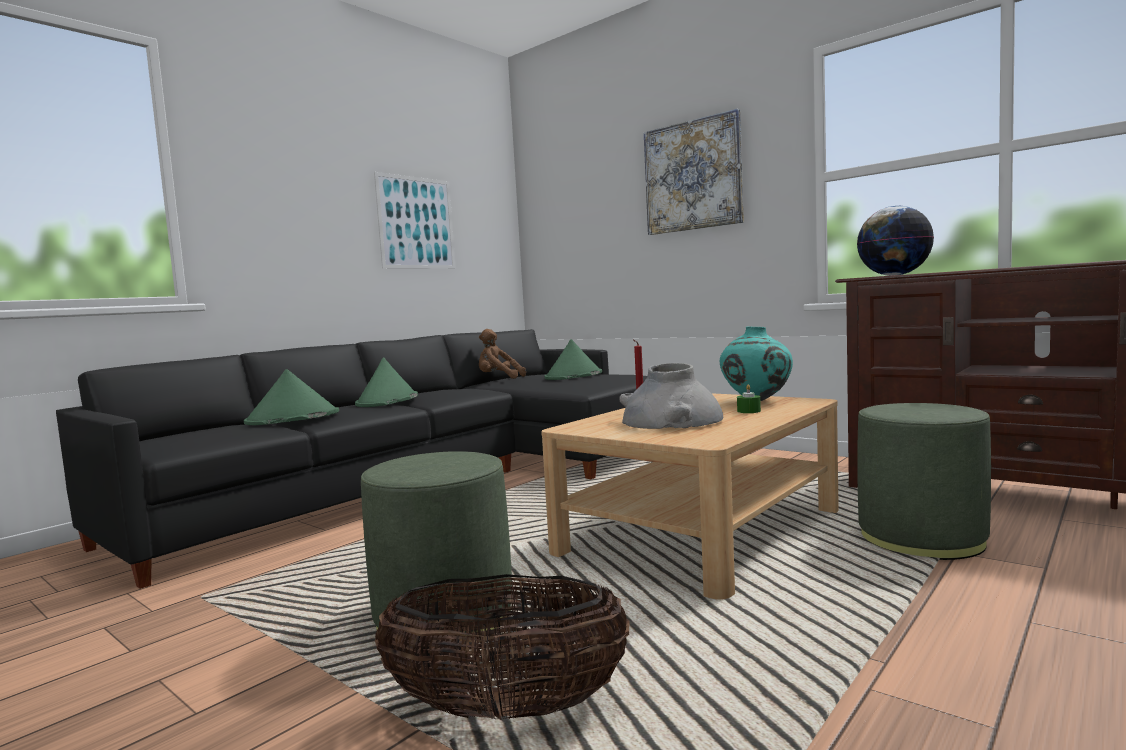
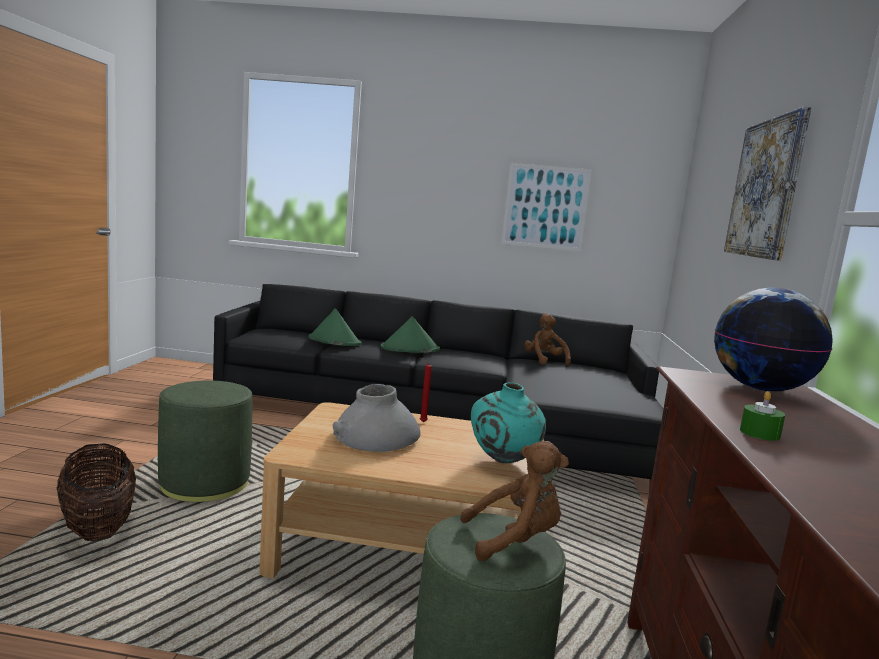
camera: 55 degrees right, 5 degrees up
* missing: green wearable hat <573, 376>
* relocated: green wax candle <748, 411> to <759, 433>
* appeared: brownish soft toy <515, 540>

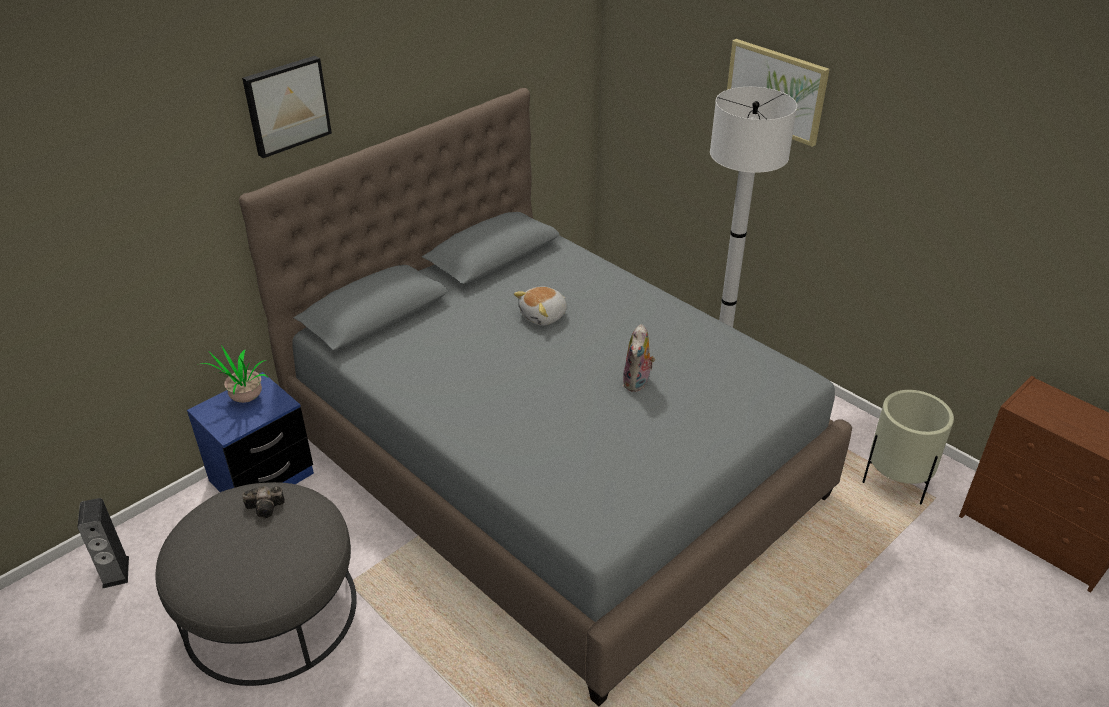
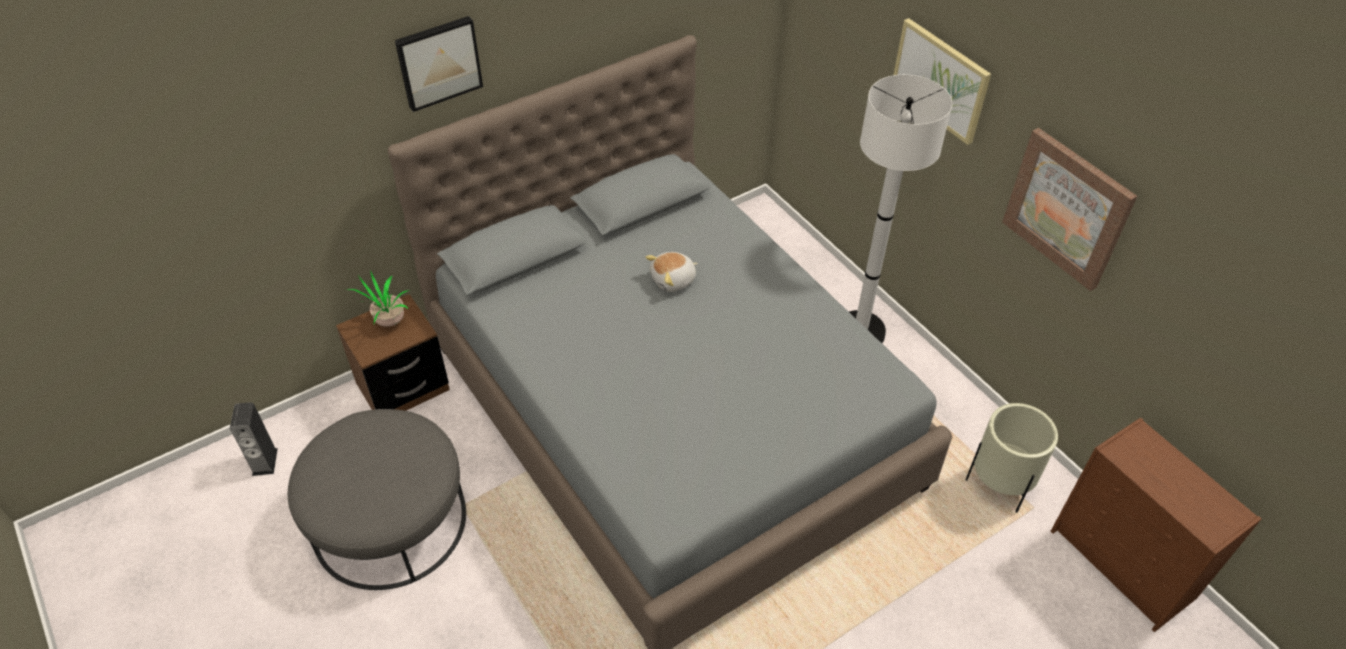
camera: 10 degrees right, 10 degrees up
* missing: soft toy <637, 383>
* colour: blue-coloured nightstand <262, 478> to brownish nightstand <403, 387>
* missing: photo camera <267, 508>
* appeared: picture <1067, 208>

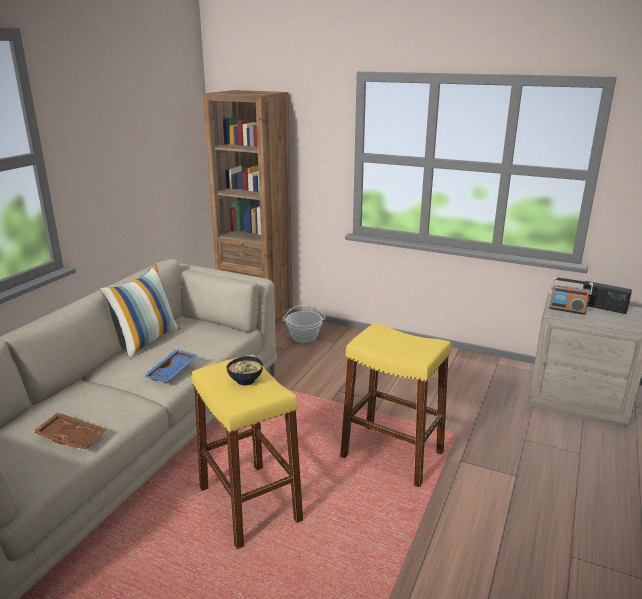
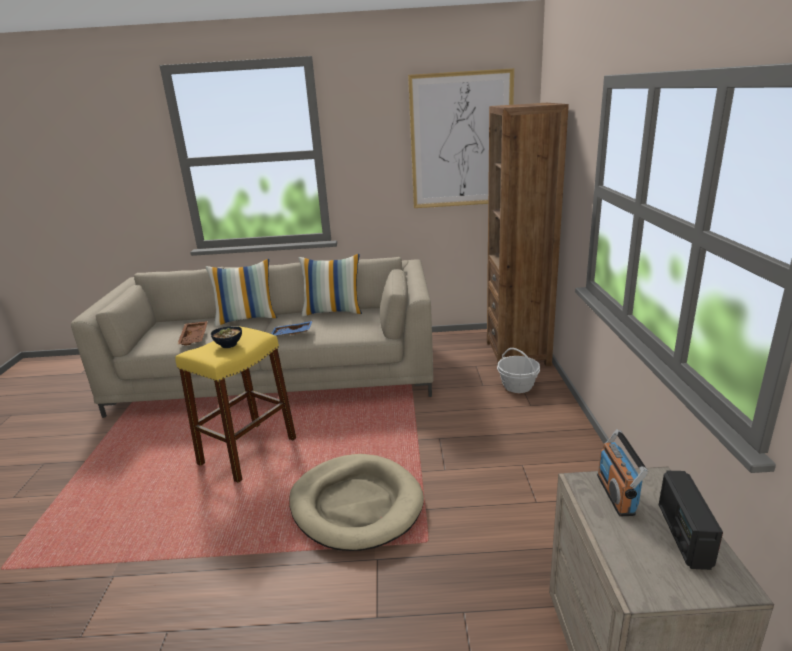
camera: 65 degrees right, 0 degrees up
* exchanged: yellow-coloured sitting stool <392, 454> to beige-coloured pet bed <356, 505>
* appeared: picture <461, 141>
* appeared: cushion <246, 318>

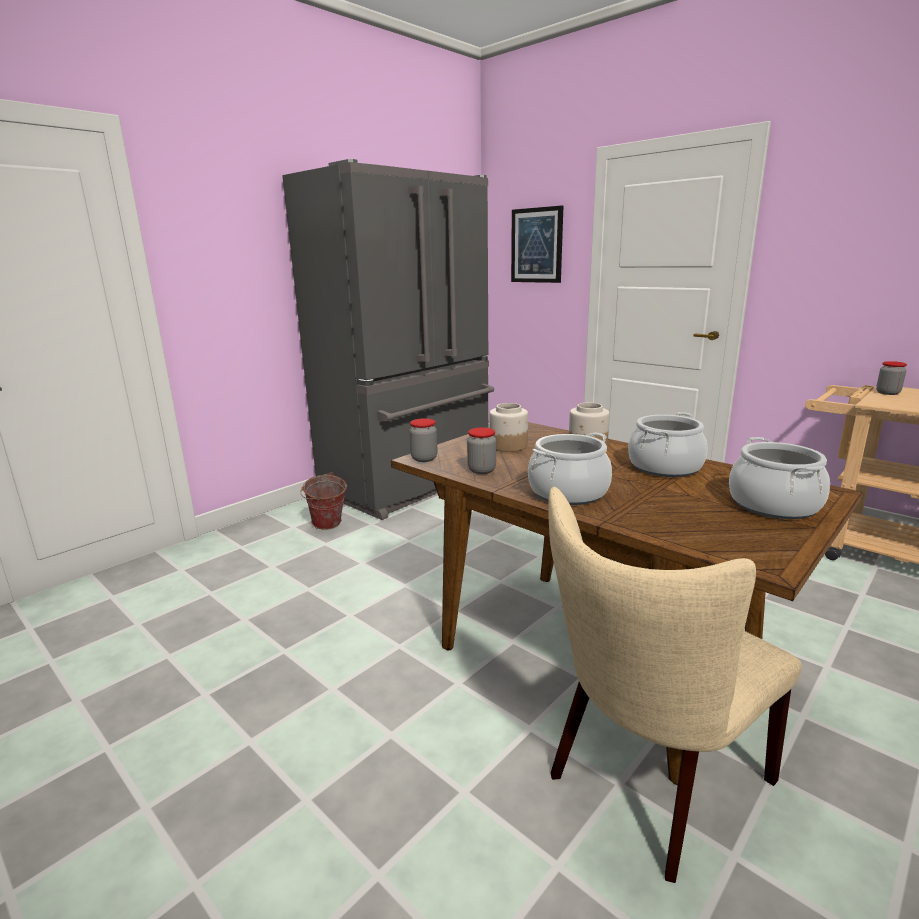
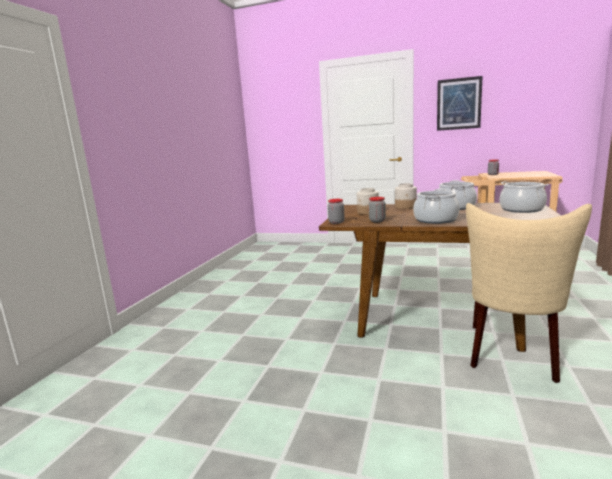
camera: 25 degrees left, 5 degrees down
* missing: grey fridge <411, 484>
* relocated: picture <537, 245> to <458, 104>
* missing: water bucket <327, 526>

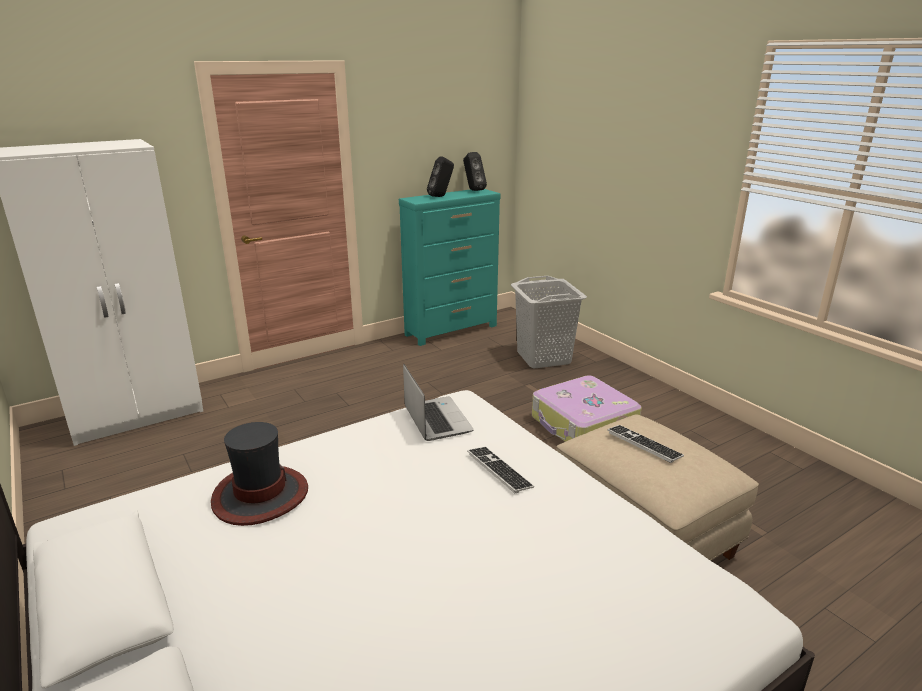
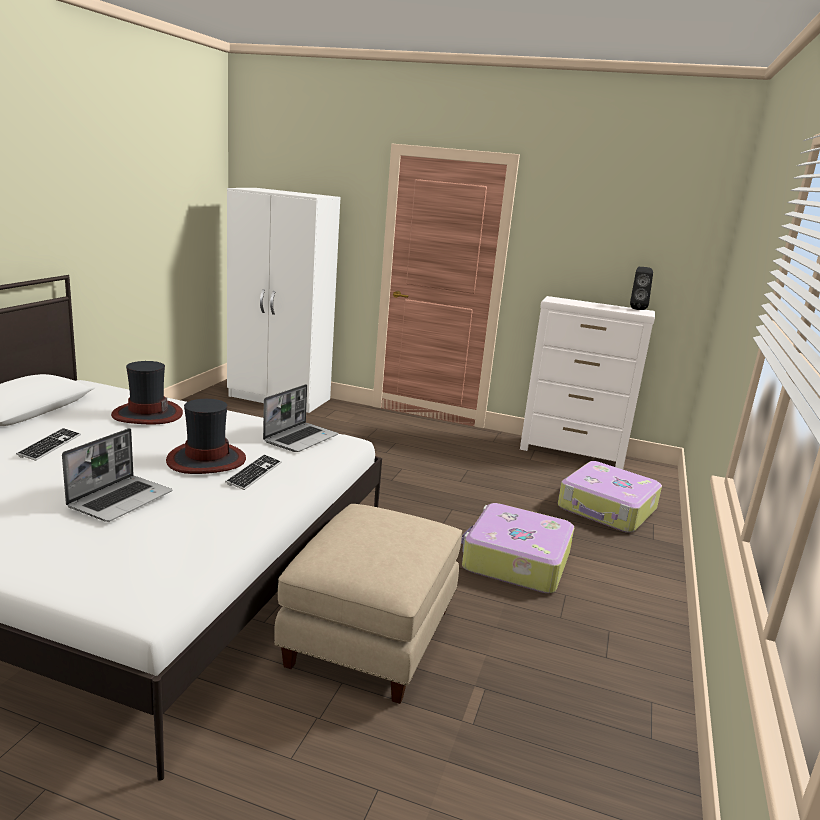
camera: 50 degrees right, 5 degrees down
* missing: blackish speaker <441, 196>
* colour: turquoise-coloured dresser <452, 330> to white-coloured dresser <573, 454>
* exchanged: grey washing basket <544, 357> to travel case <607, 509>
* relocated: keyboard <644, 444> to <50, 446>
* appeared: wearable hat <206, 460>
* appeared: notebook computer <121, 499>

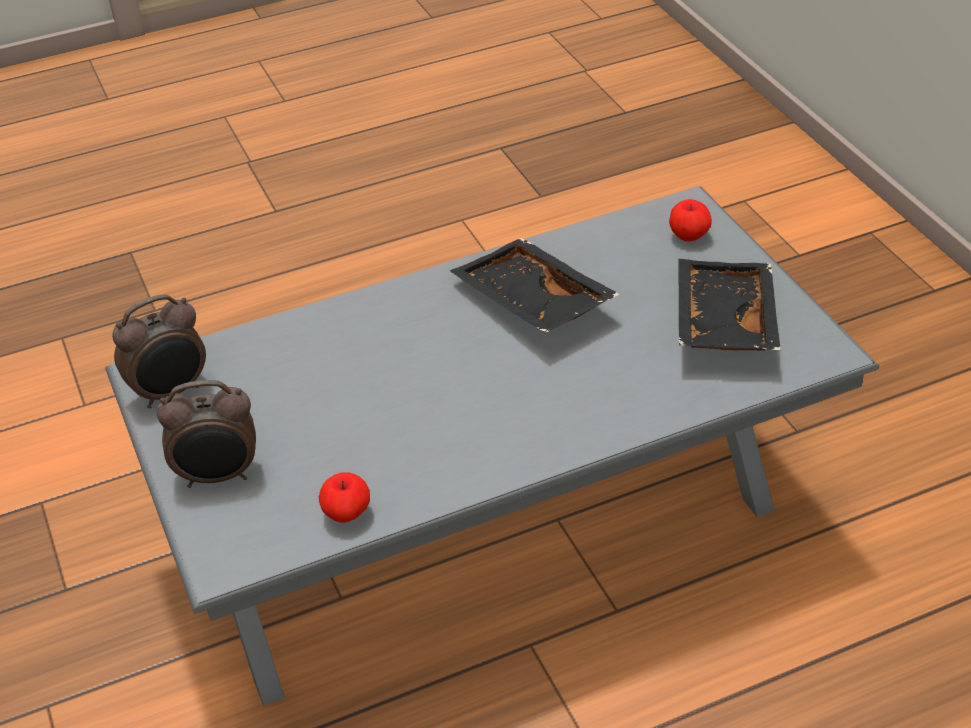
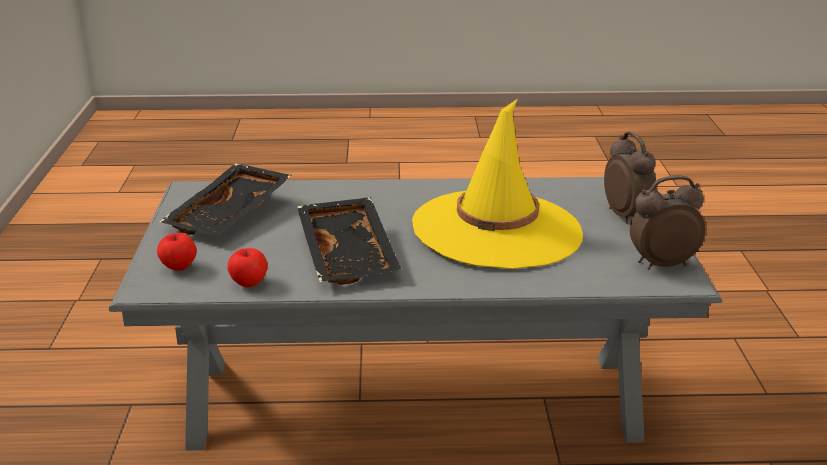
camera: 160 degrees left, 15 degrees down
* spun: table clock <218, 476> = <627, 216> 60 degrees clockwise
* relocated: apple fruit <346, 514> to <249, 283>
* appeared: yellow-coloured wearable hat <497, 230>

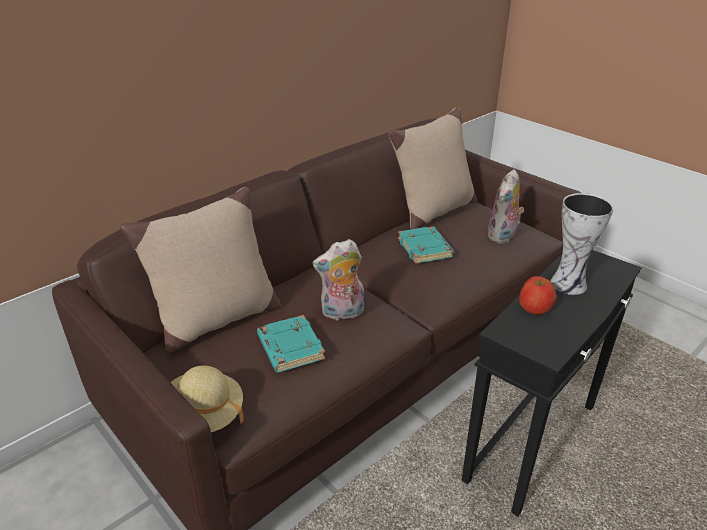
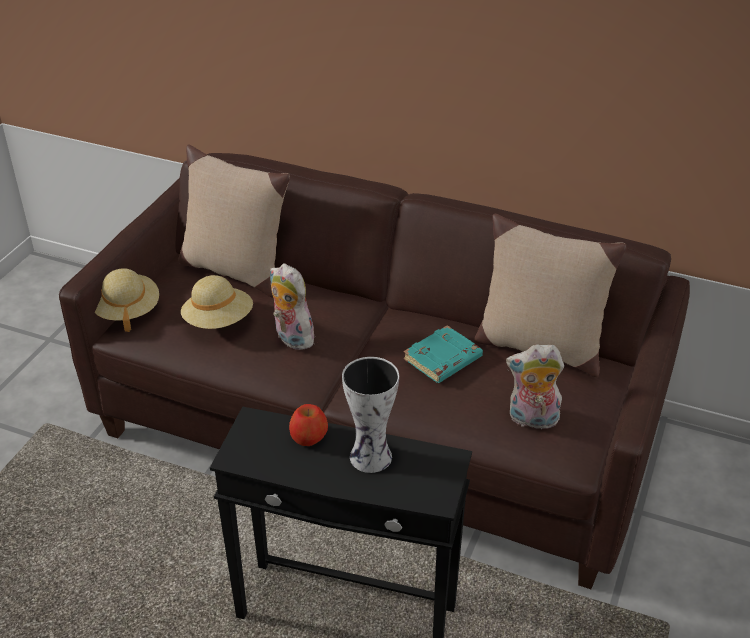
camera: 65 degrees right, 5 degrees up
* exchanged: turquoise-coloured book <289, 347> to beige-coloured wearable hat <218, 321>

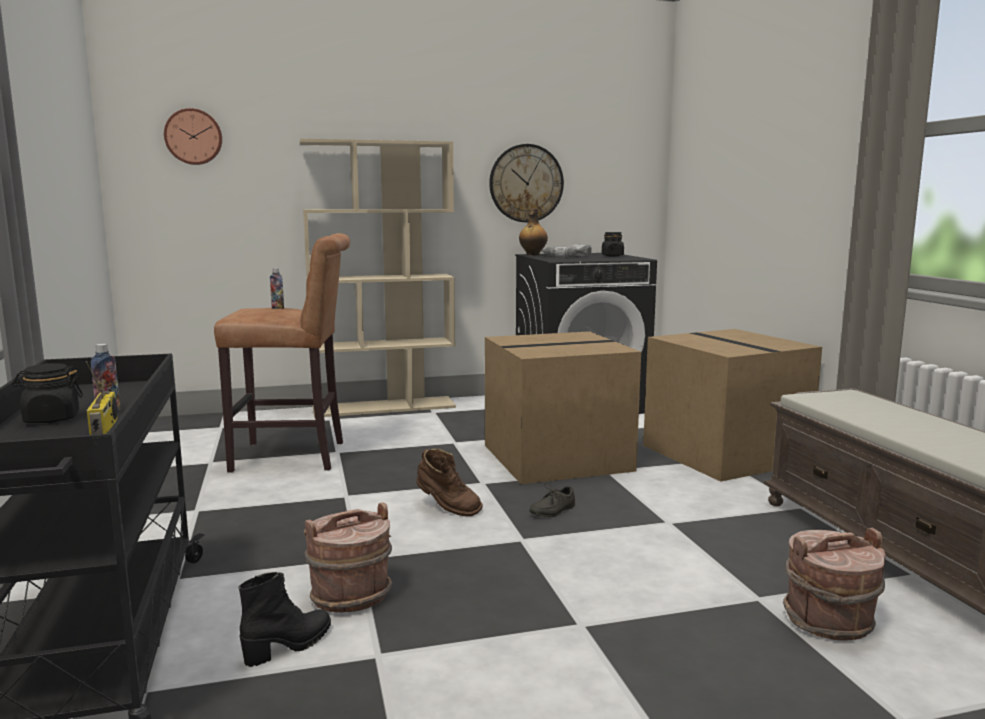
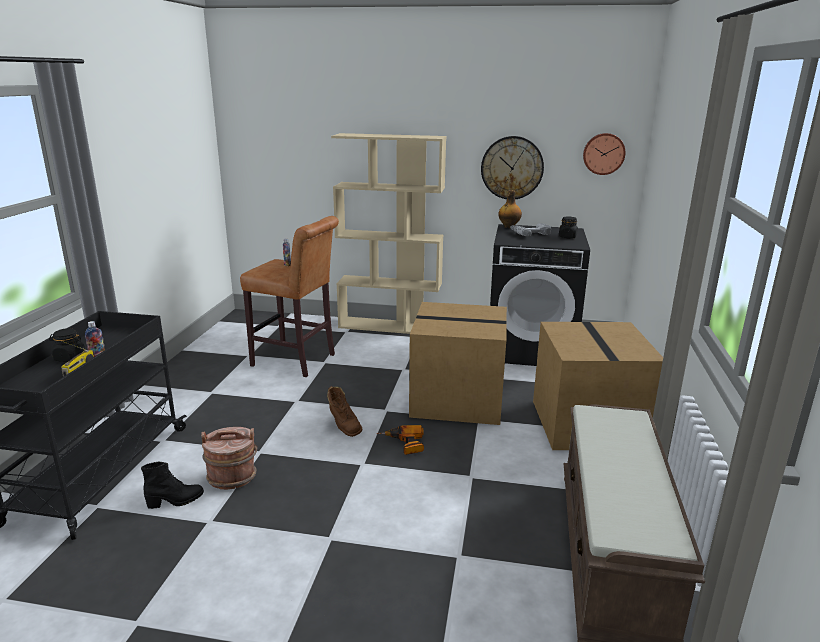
camera: 25 degrees right, 10 degrees up
* relocated: clock on the wall <193, 137> to <603, 153>
* exchanged: grey item of footwear <551, 510> to electric drill <404, 445>
* missing: brownish water bucket <829, 621>

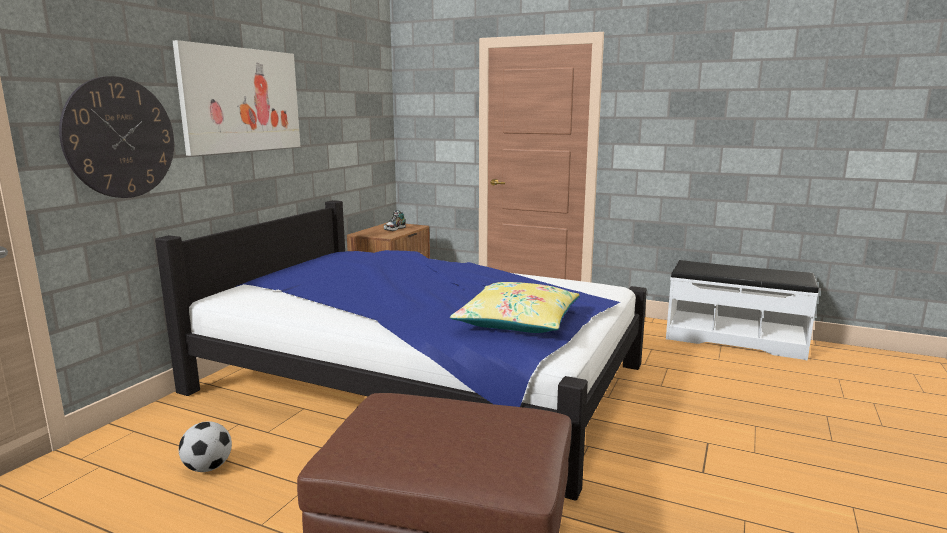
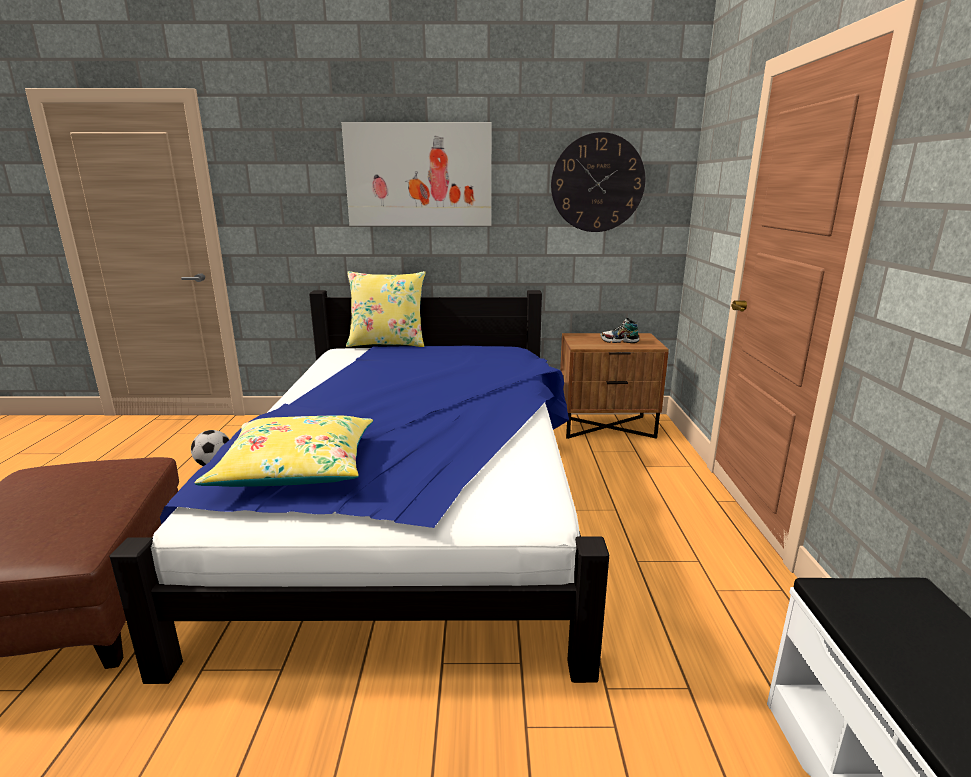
camera: 65 degrees right, 5 degrees up
* relocated: clock on the wall <120, 138> to <597, 183>
* appeared: yellow-coloured cushion <387, 343>

